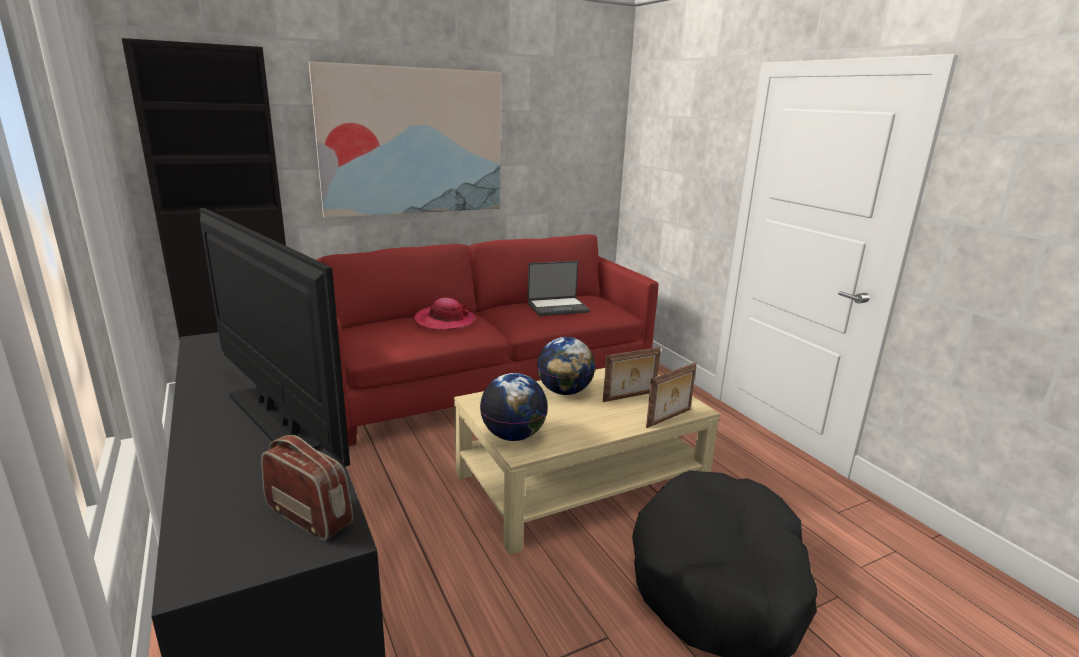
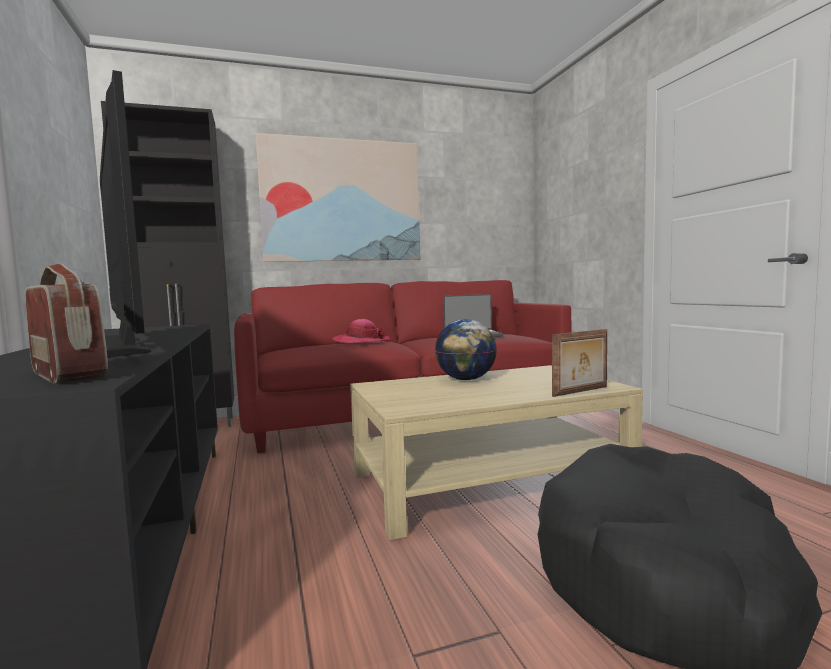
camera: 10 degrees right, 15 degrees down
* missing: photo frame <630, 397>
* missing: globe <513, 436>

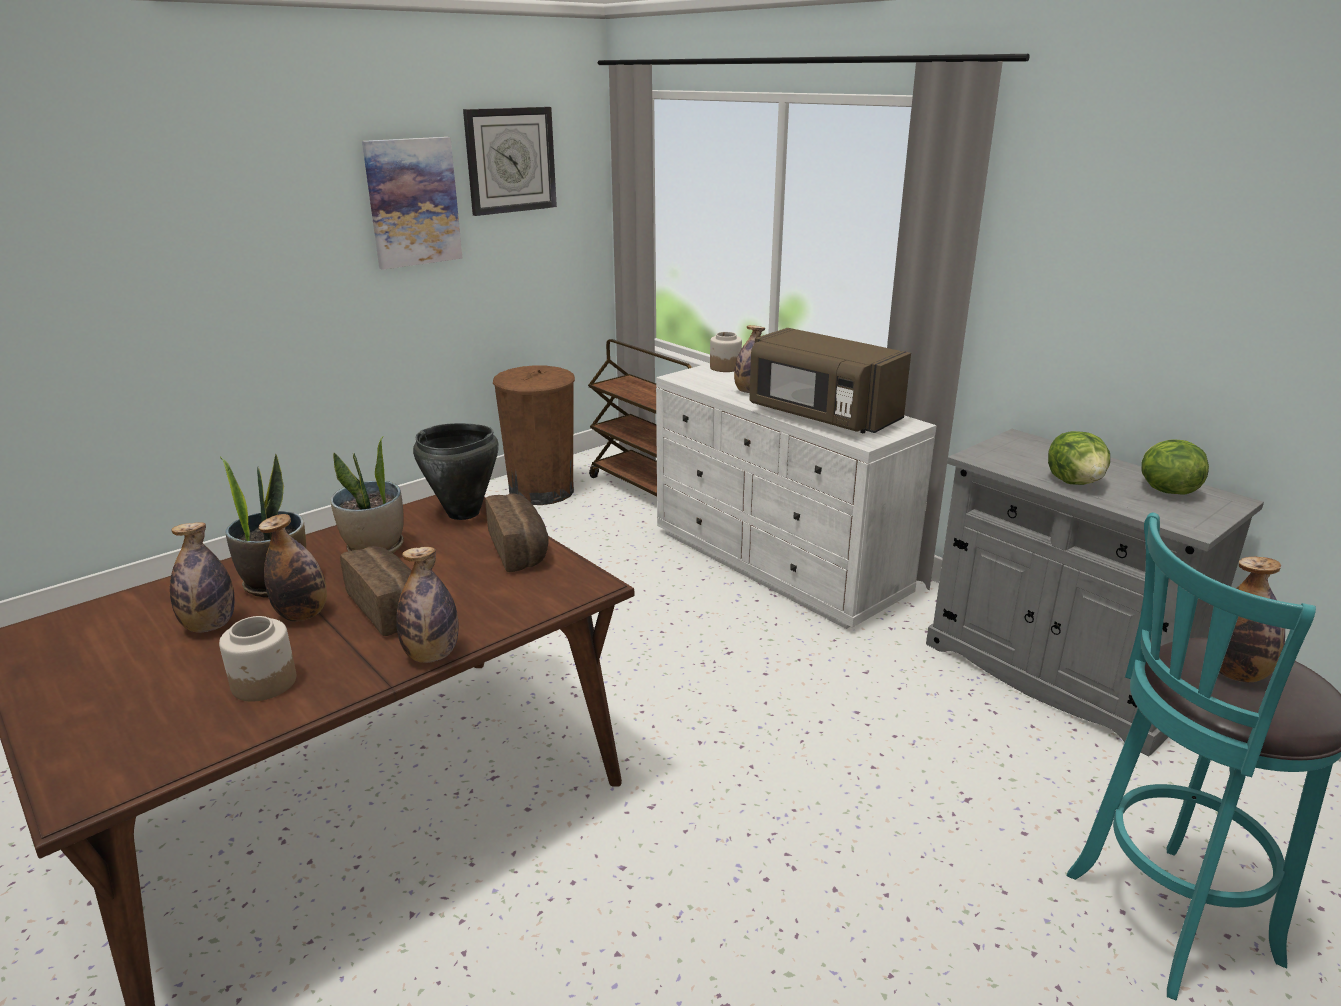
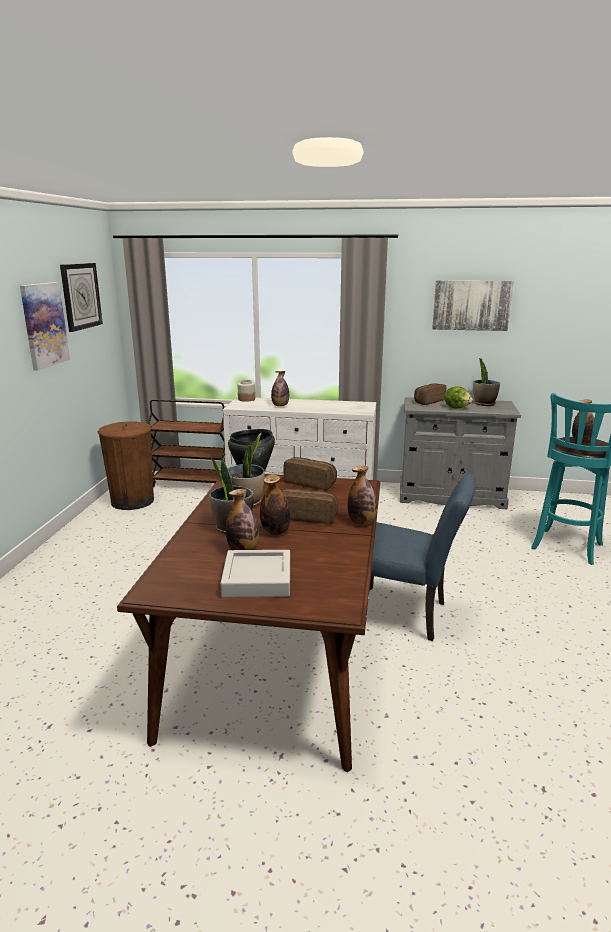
camera: 40 degrees left, 5 degrees down
* missing: brownish kitchen microwave <821, 416>
* exchanged: head of lettuce <1165, 490> to houseplant <484, 404>
* missing: jar <264, 683>
* appeared: picture <471, 305>
* appeared: bakery bread <428, 401>
* appeared: blue-coloured upright chair <406, 614>
* appeared: grey carrying tray <257, 579>

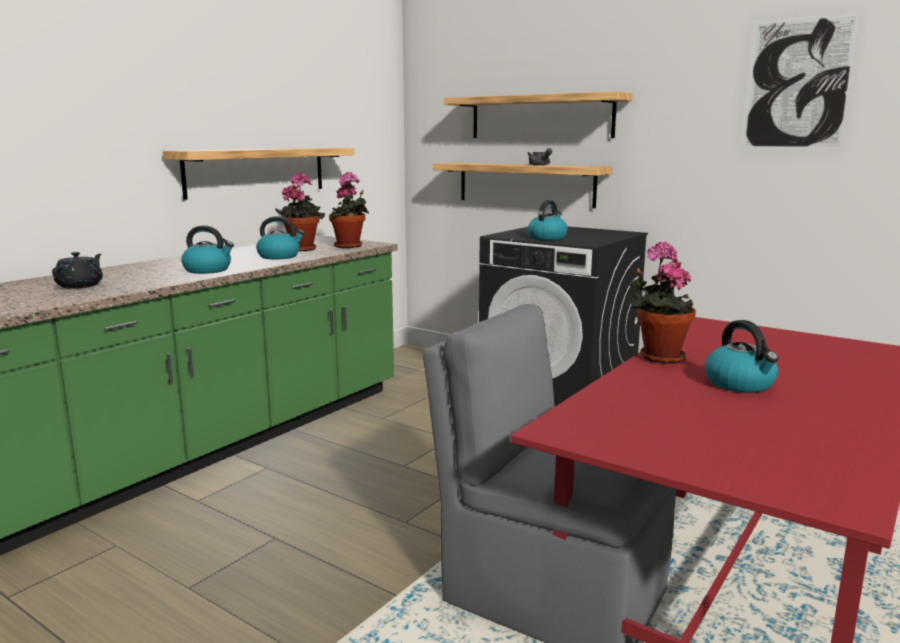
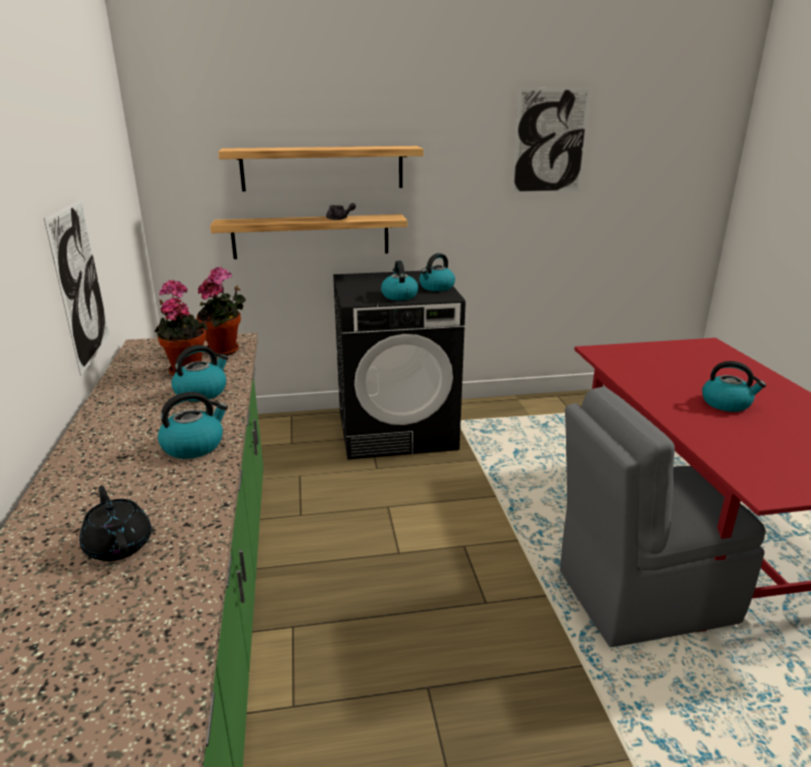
camera: 45 degrees left, 10 degrees up
* exchanged: wall shelf <257, 171> to picture <80, 284>
* missing: houseplant <658, 356>
* appeared: kettle <436, 287>

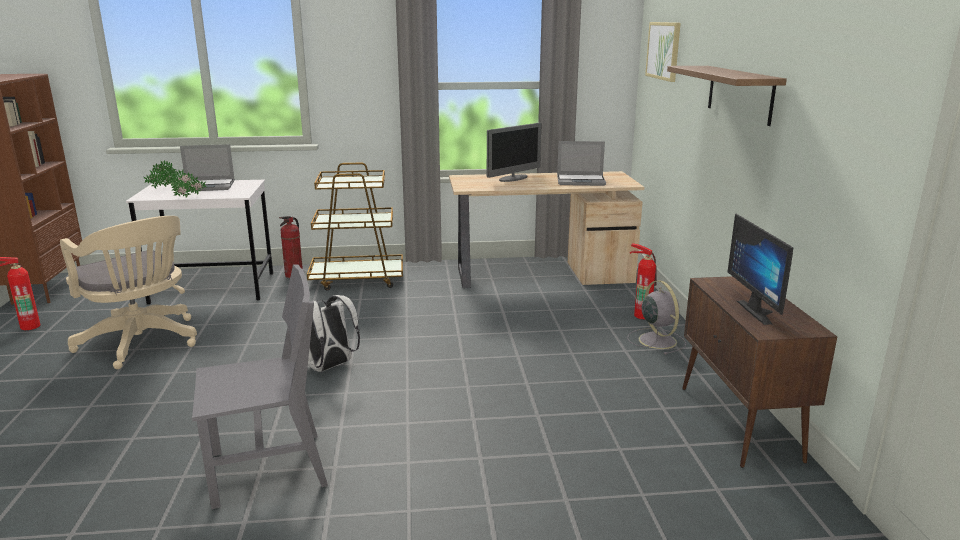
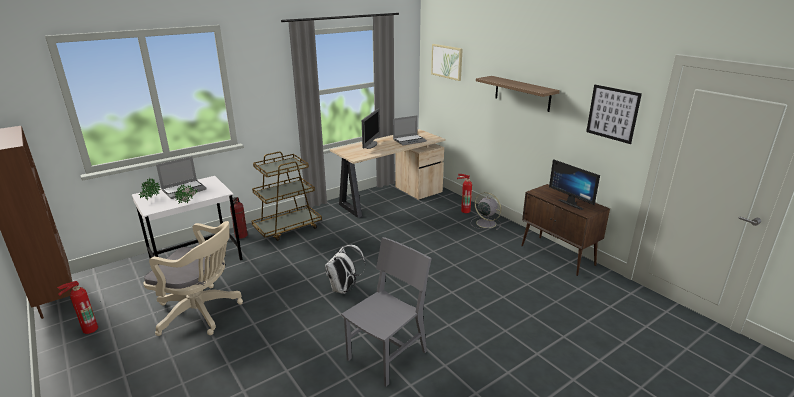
camera: 30 degrees left, 5 degrees up
* appeared: picture <612, 113>

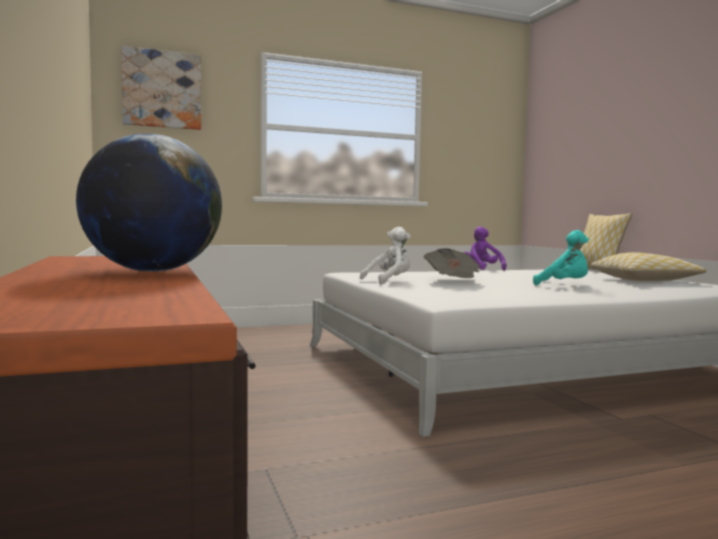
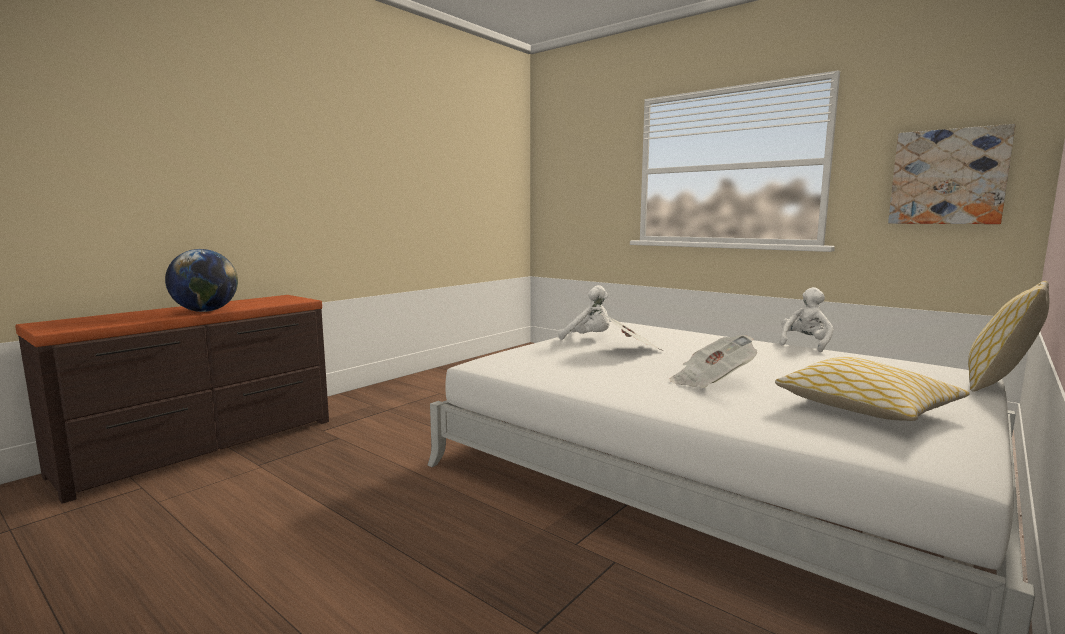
camera: 60 degrees right, 5 degrees up
* relocated: picture <162, 89> to <948, 177>
* colour: purple soft toy <482, 269> to white-coloured soft toy <805, 345>
* exchanged: turquoise-coloured soft toy <564, 285> to daily paper <710, 382>

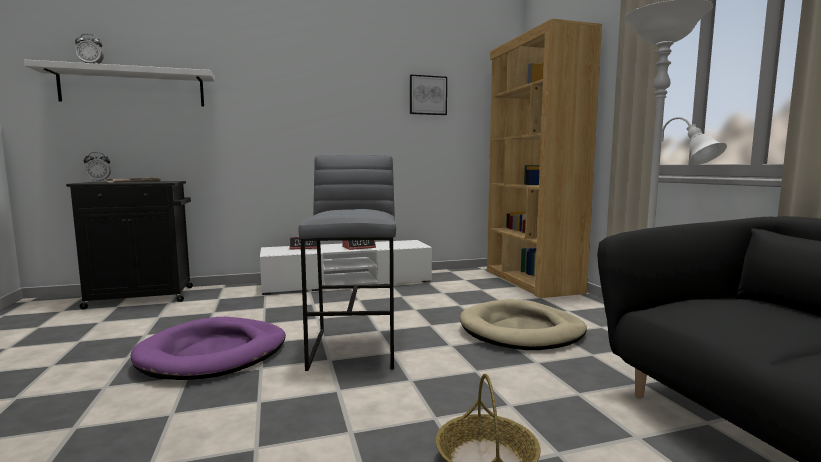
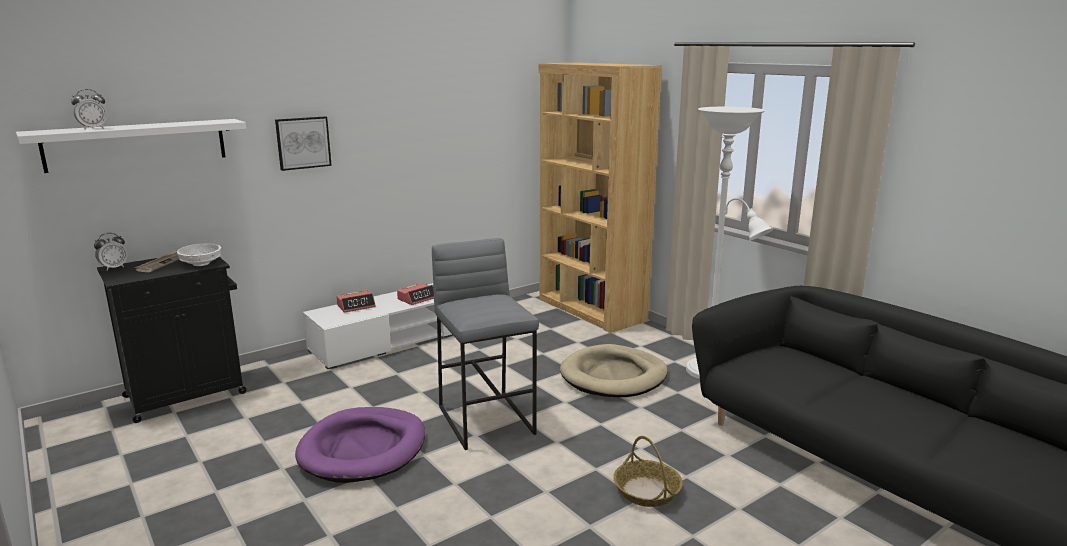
camera: 20 degrees left, 10 degrees up
* relocated: picture <428, 95> to <303, 143>
* appeared: white-coloured deep dish <200, 264>

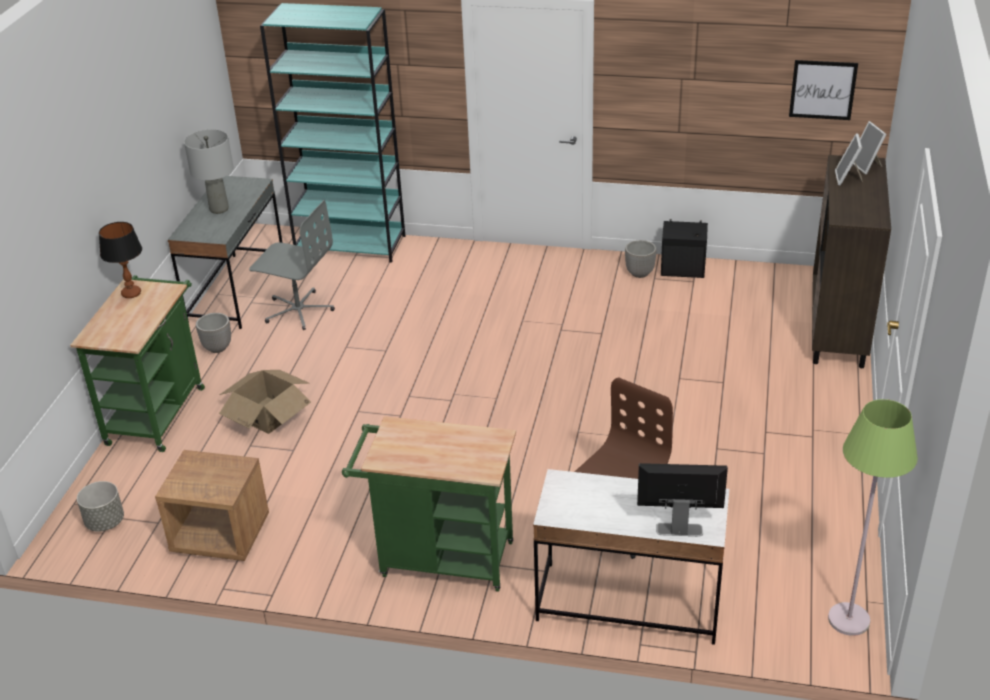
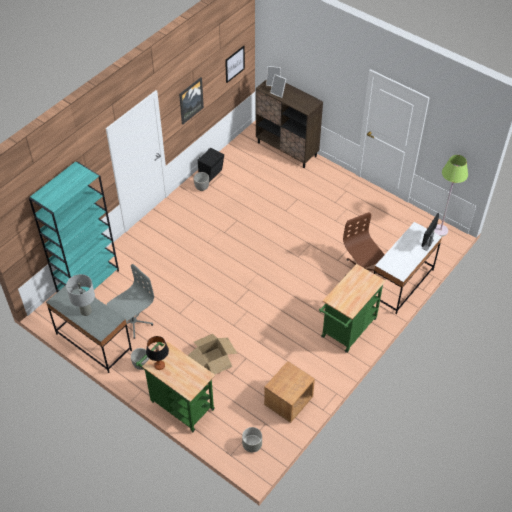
camera: 65 degrees left, 15 degrees up
* appeared: picture <190, 100>

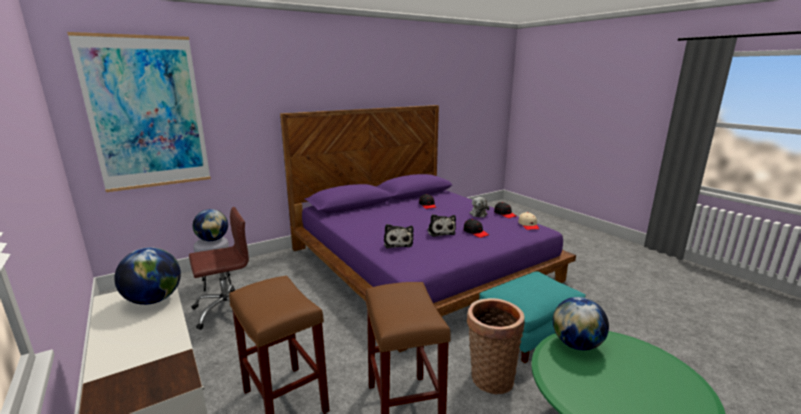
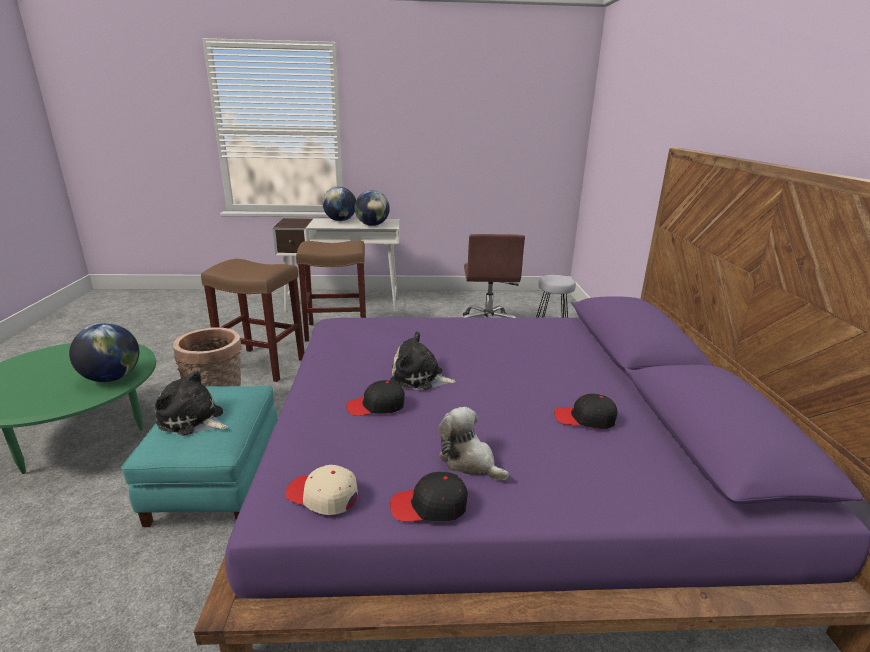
camera: 120 degrees right, 5 degrees up
* missing: picture <147, 113>
* relocated: globe <213, 240> to <340, 220>
* relocated: soft toy <398, 243> to <193, 420>

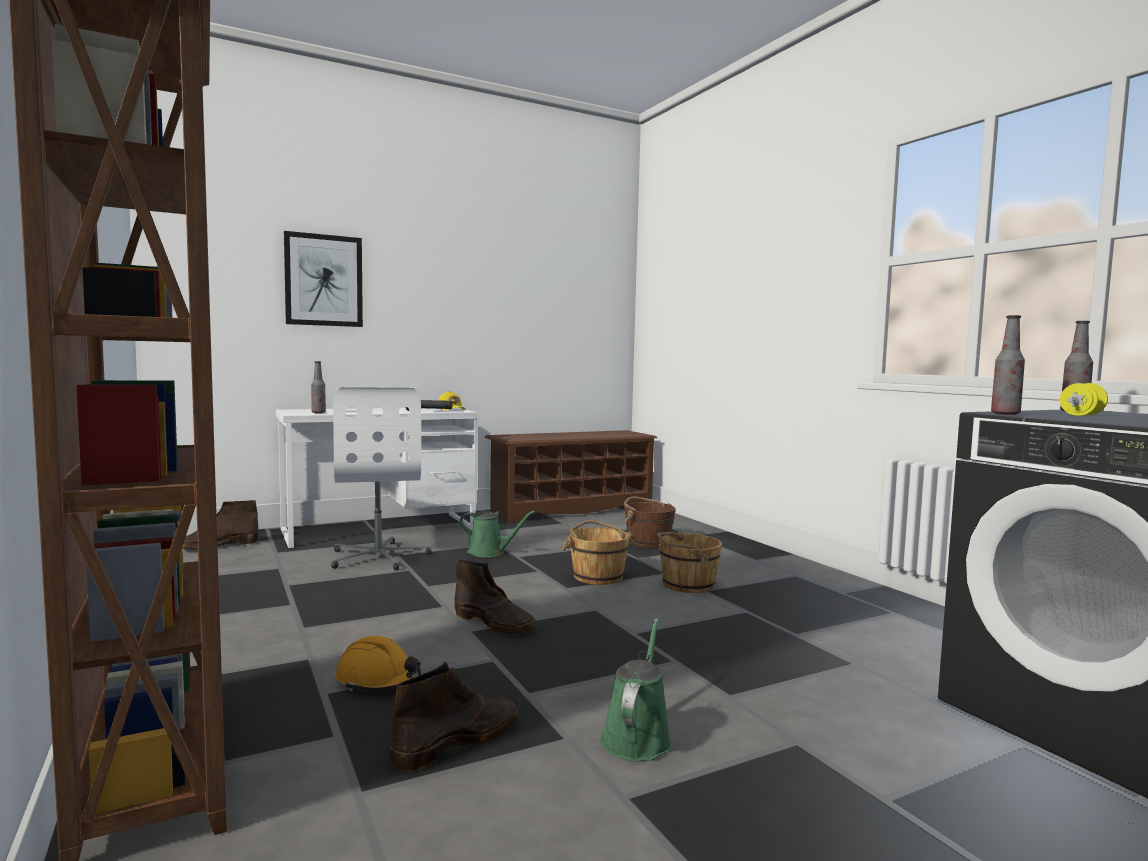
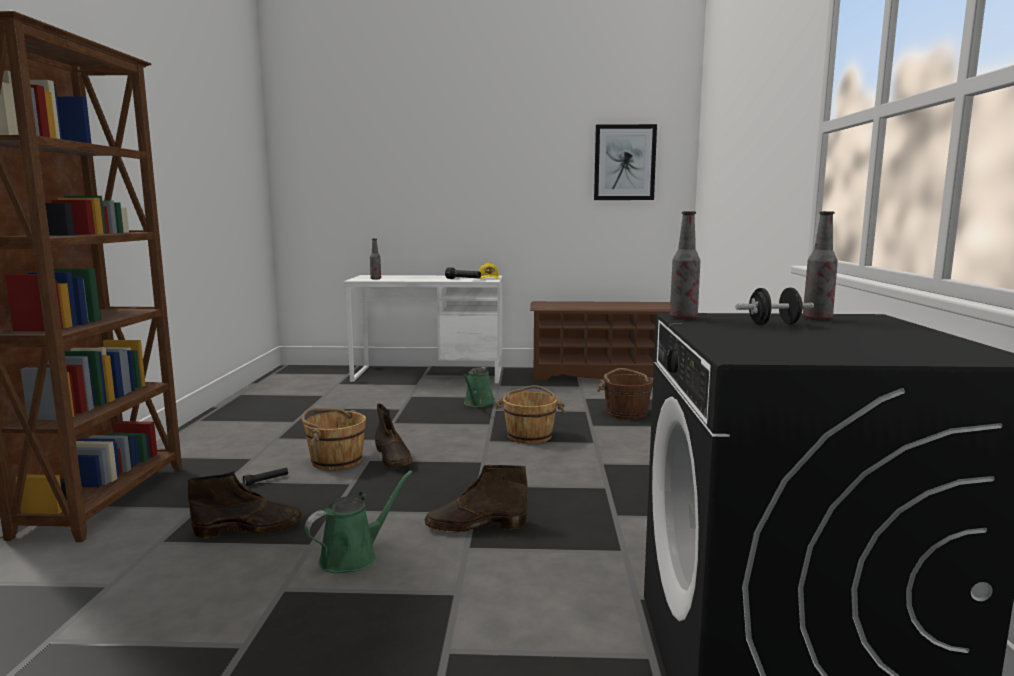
camera: 30 degrees right, 5 degrees up
* relocated: picture <324, 280> to <624, 162>
* colour: yellow-coloured hand weight <1082, 415> to blackish hand weight <773, 324>
* missing: white-coloured desk chair <379, 557>
* relocated: brownish boot <217, 546> to <475, 526>
* spun: green sprinkling can <489, 552> = <478, 403> 60 degrees clockwise
* relocated: brownish water bucket <687, 584> to <336, 461>
* exchanged: orange-coloured work helmet <378, 680> to blackish flashlight <266, 480>

